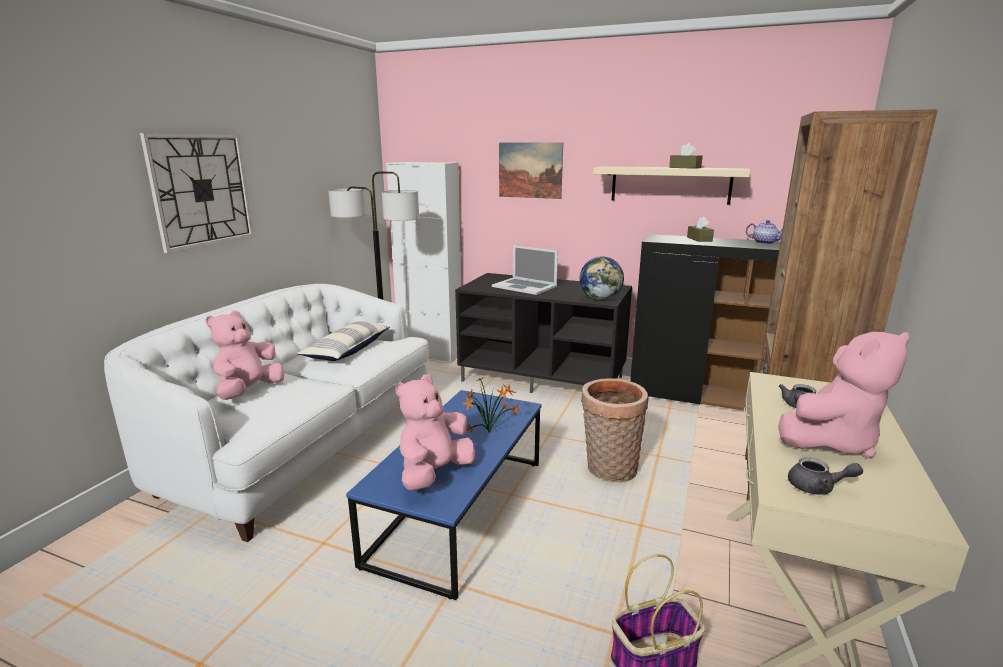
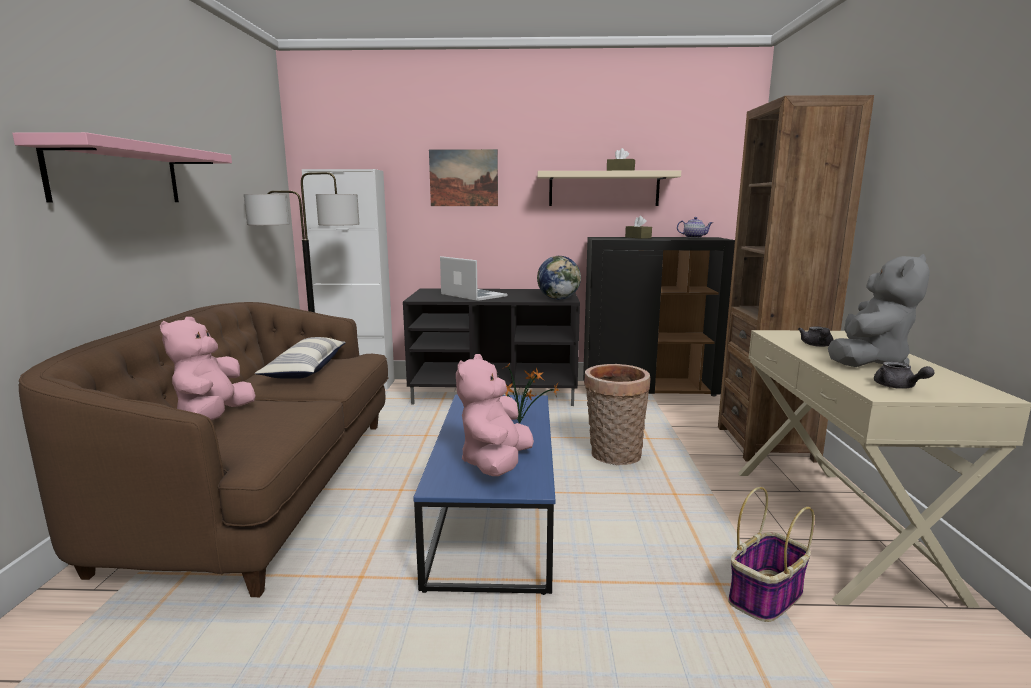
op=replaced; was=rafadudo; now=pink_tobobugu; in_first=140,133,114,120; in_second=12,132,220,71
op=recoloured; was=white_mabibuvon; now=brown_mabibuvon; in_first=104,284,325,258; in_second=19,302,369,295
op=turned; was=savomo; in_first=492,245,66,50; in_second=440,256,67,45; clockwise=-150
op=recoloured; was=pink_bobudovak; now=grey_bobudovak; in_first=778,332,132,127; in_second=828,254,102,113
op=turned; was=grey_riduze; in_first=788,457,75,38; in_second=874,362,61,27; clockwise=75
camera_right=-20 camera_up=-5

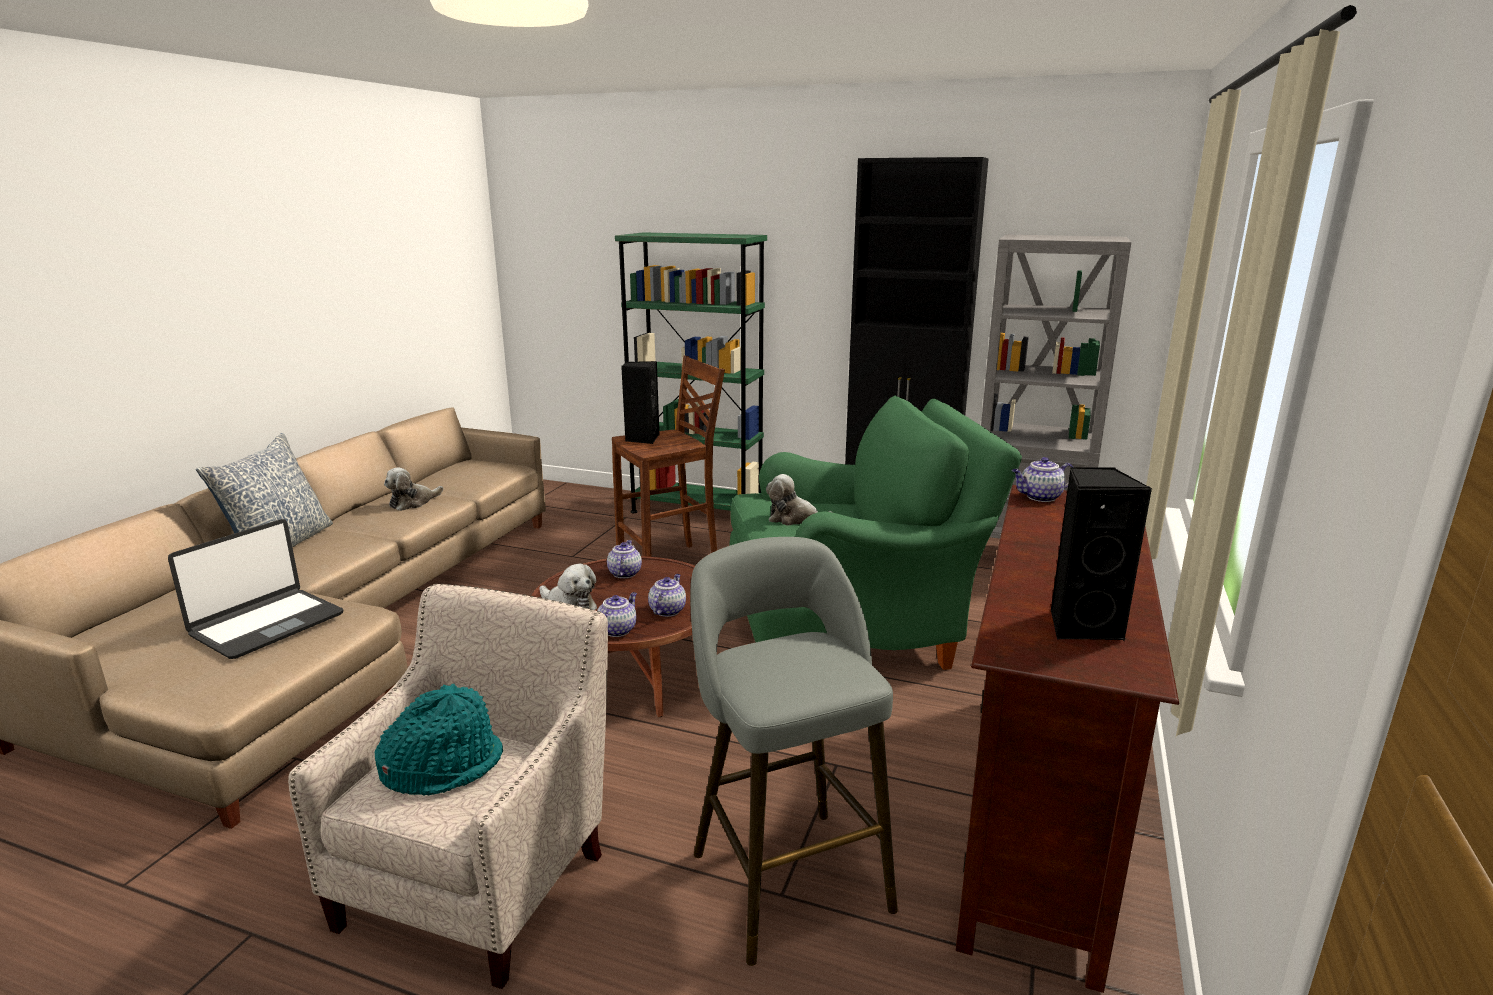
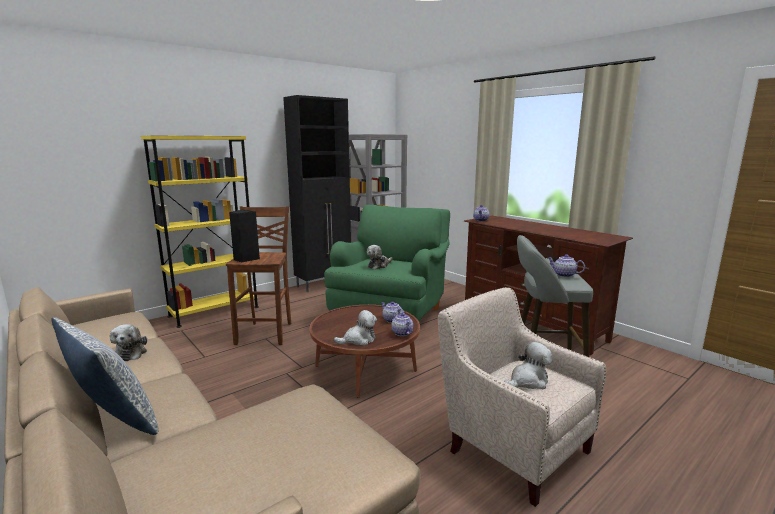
op=recoloured; was=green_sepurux; now=yellow_sepurux; in_first=615,232,152,281; in_second=141,135,118,193
op=replaced; was=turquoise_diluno; now=bobudovak; in_first=375,684,128,112; in_second=504,342,48,47
op=moved; was=riduze; in_first=607,540,35,38; in_second=548,254,37,23
op=removed; was=savomo; in_first=168,519,175,140
op=removed; was=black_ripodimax; in_first=1051,467,101,174
camera_right=-60 camera_up=-5

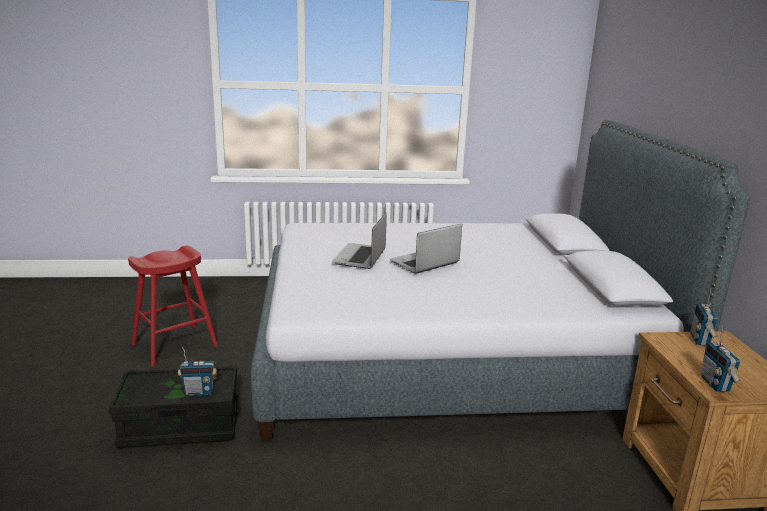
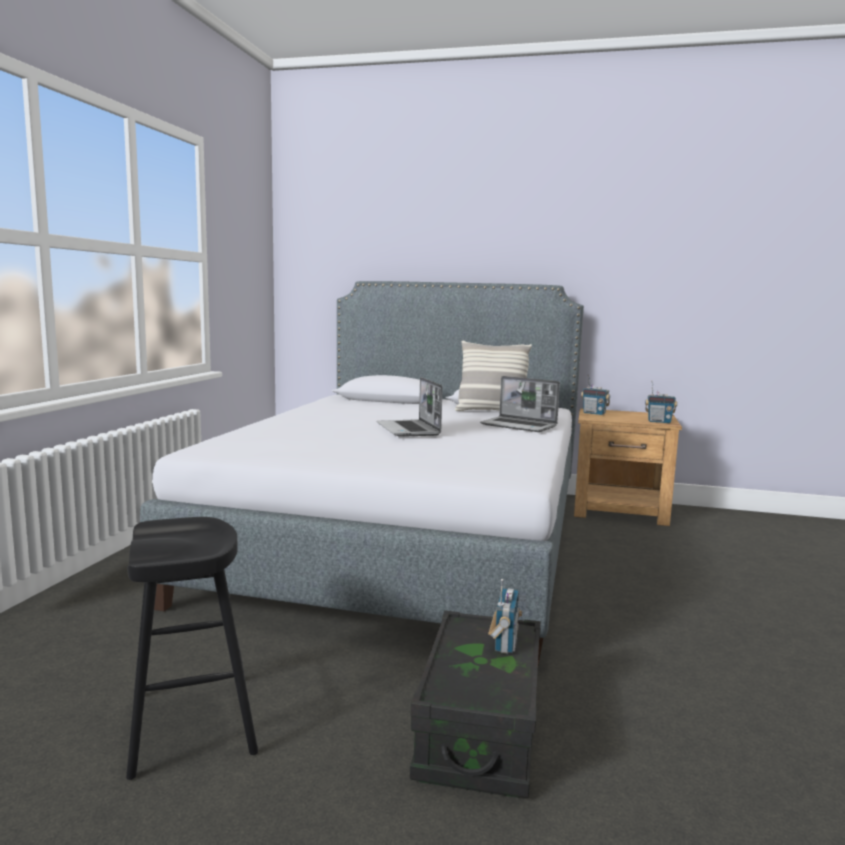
op=recoloured; was=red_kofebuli; now=black_kofebuli; in_first=128,246,90,121; in_second=126,517,132,263
op=added; now=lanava; in_second=455,341,77,70
op=moved; was=savomo; in_first=332,212,55,57; in_second=480,376,80,56
camera_right=-70 camera_up=-10

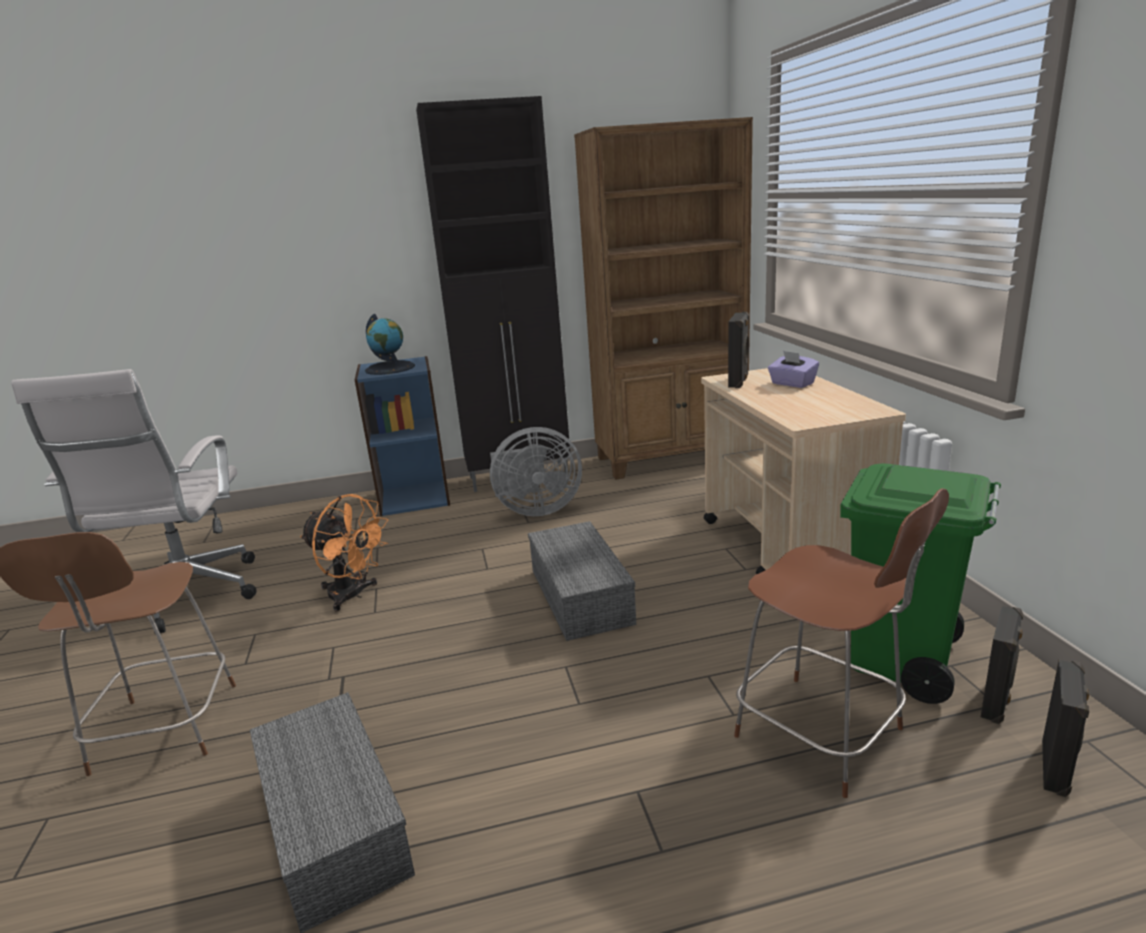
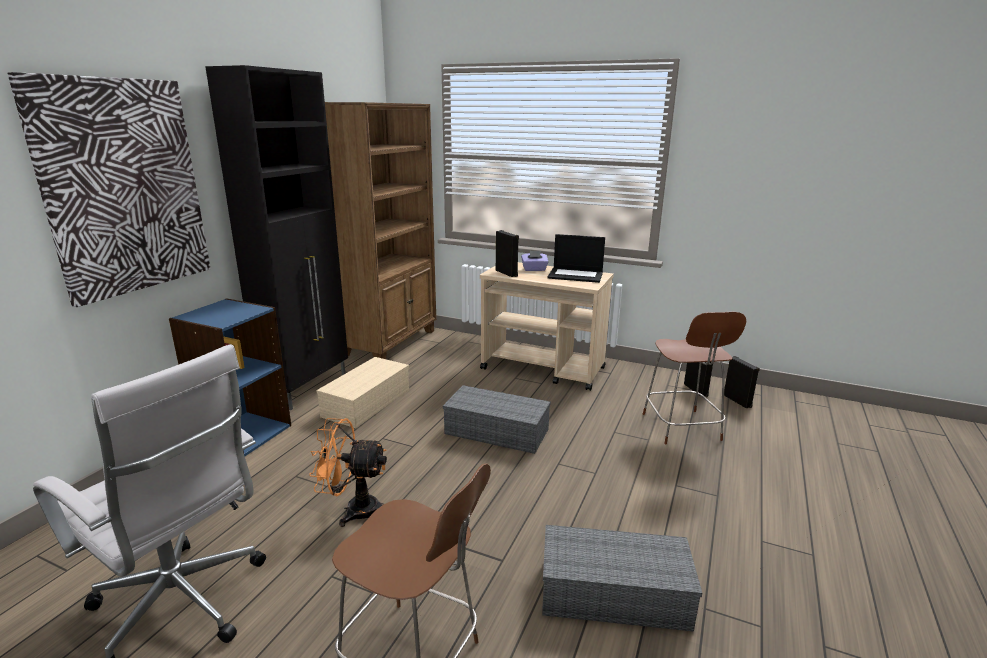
op=added; now=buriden; in_second=7,72,204,235
op=turned; was=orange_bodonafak; in_first=300,494,89,117; in_second=309,418,78,109; clockwise=-150
op=replaced; was=grey_bodonafak; now=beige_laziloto; in_first=490,427,92,89; in_second=316,357,93,71
op=added; now=savomo; in_second=548,234,57,49
op=turned; was=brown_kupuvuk; in_first=734,488,215,310; in_second=643,312,103,132; clockwise=90
op=removed; was=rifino; in_first=365,314,50,61
op=removed; was=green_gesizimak; in_first=840,463,161,241
camera_right=-55 camera_up=0

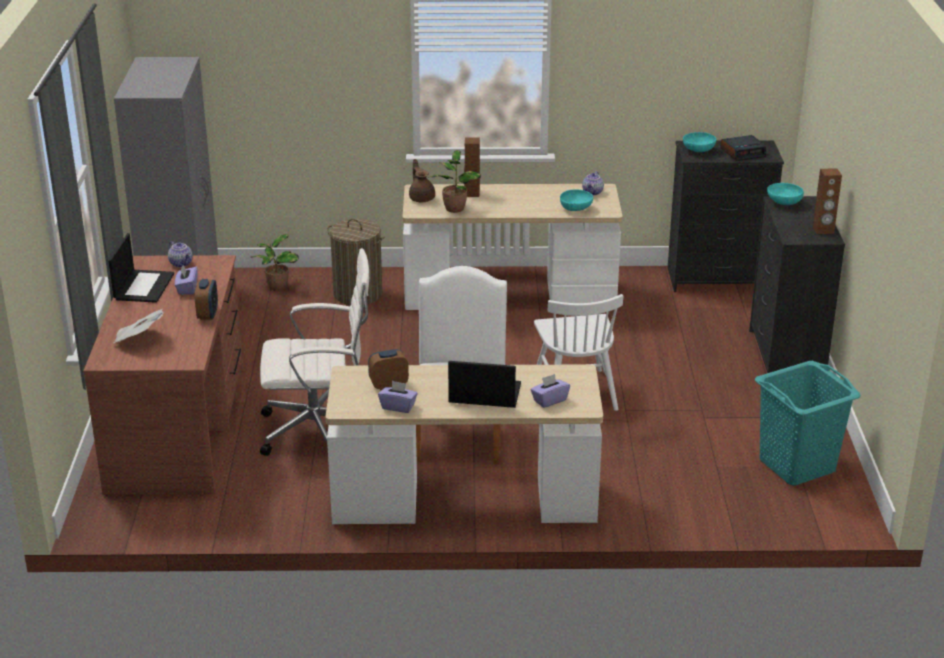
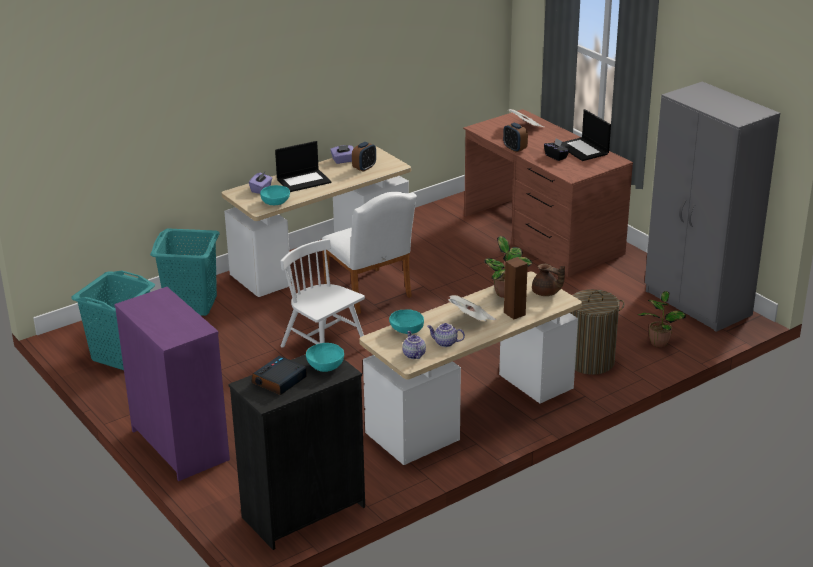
op=recoloured; was=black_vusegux; now=purple_vusegux; in_first=749,196,96,186; in_second=114,287,116,194
op=added; now=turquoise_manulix; in_second=150,228,70,88
op=moved; was=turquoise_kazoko; in_first=767,183,37,22; in_second=260,185,30,20
op=moved; was=riduze; in_first=168,241,25,26; in_second=427,323,38,24
op=added; now=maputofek; in_second=448,295,48,27
op=recoloured; was=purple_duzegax; now=black_duzegax; in_first=175,265,22,30; in_second=544,138,26,23
op=removed; was=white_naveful; in_first=260,248,109,208
op=removed; was=brown_ripodimax; in_first=813,168,29,66
camera_right=145 camera_up=0

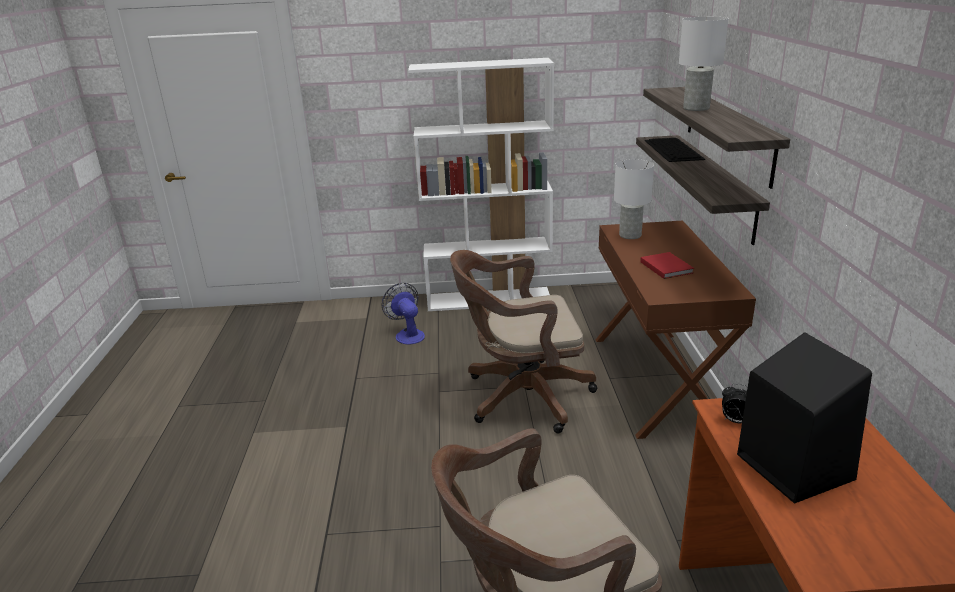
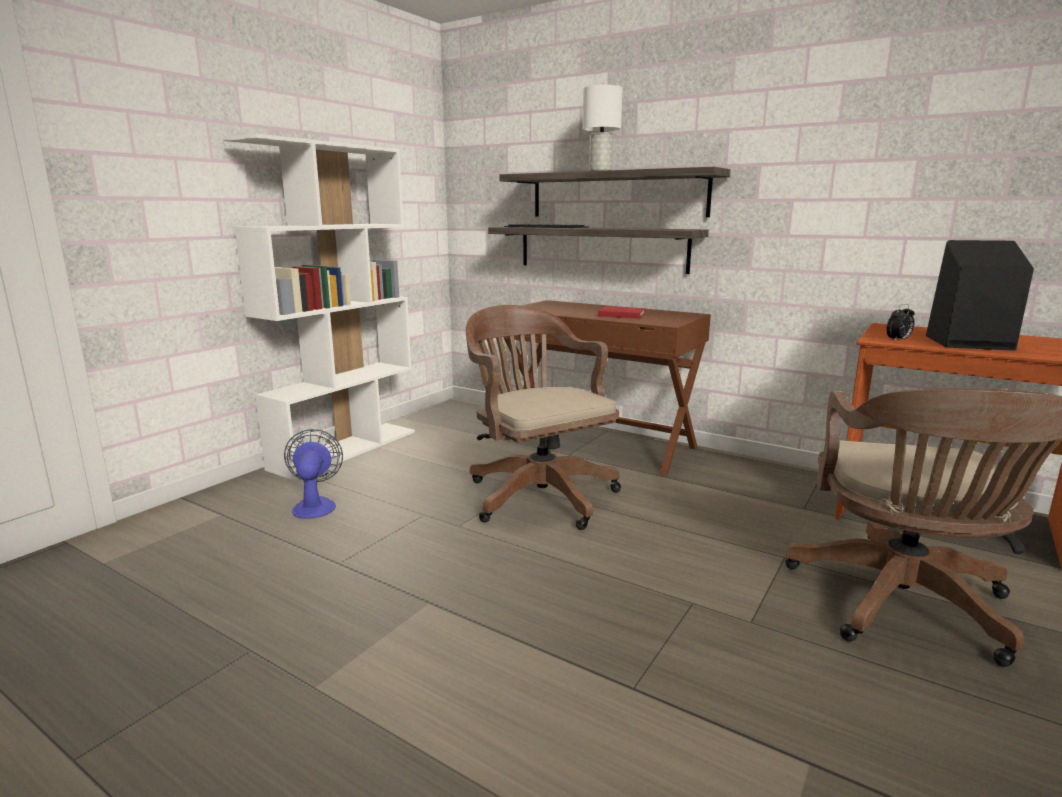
op=turned; was=bodonafak; in_first=382,283,43,62; in_second=284,429,59,90; clockwise=75
op=turned; was=brown_naveful; in_first=450,250,147,184; in_second=466,305,155,225; clockwise=120
op=removed; was=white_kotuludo; in_first=614,159,40,80
camera_right=-55 camera_up=-10

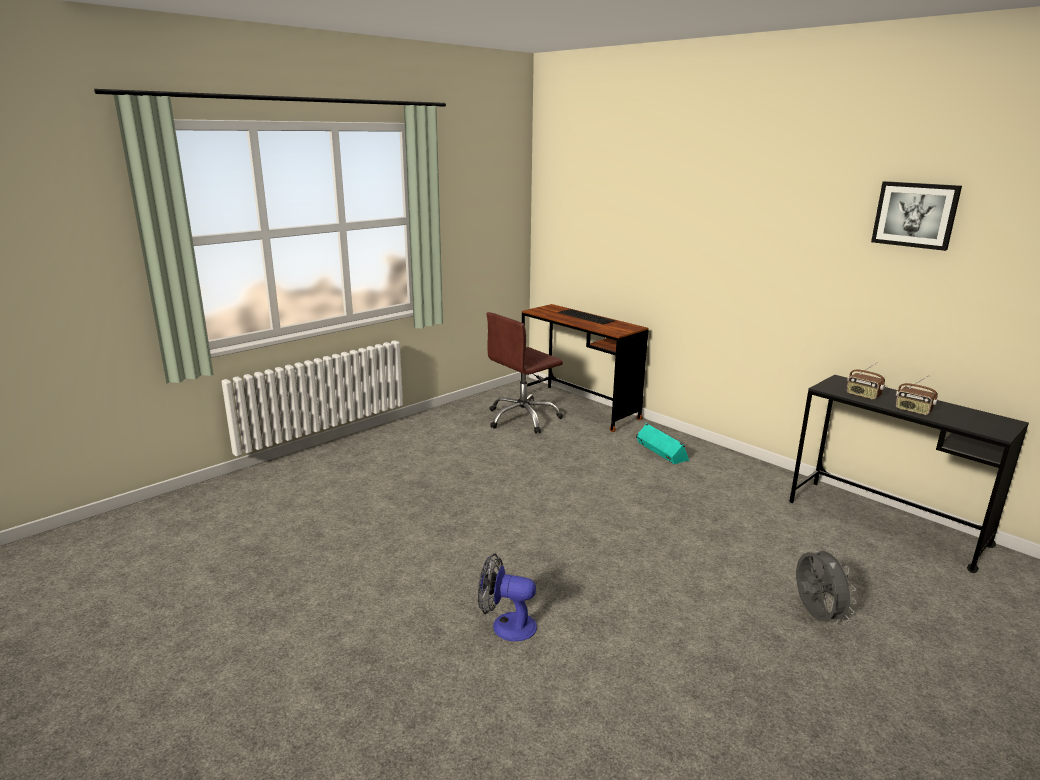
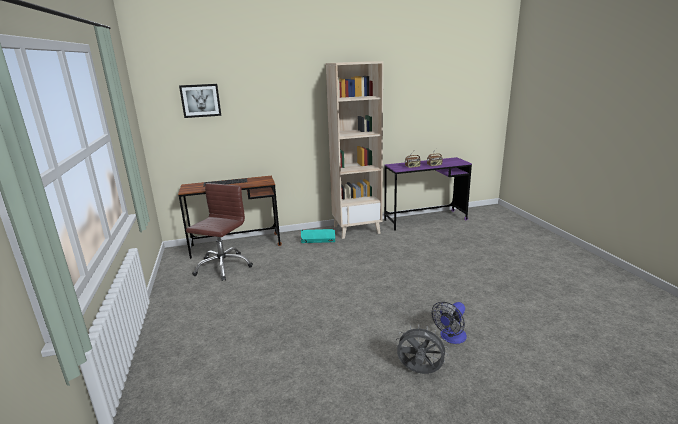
op=moved; was=buriden; in_first=871,181,91,70; in_second=179,84,42,34
op=turned; was=brown_naveful; in_first=487,312,76,121; in_second=186,183,67,98; clockwise=-150
op=added; now=beige_sepurux; in_second=326,61,57,178
op=recoloured; was=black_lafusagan; now=purple_lafusagan; in_first=789,375,240,198; in_second=384,157,88,74
op=moved; was=grey_bodonafak; in_first=796,546,61,78; in_second=396,325,53,49
camera_right=-60 camera_up=0

